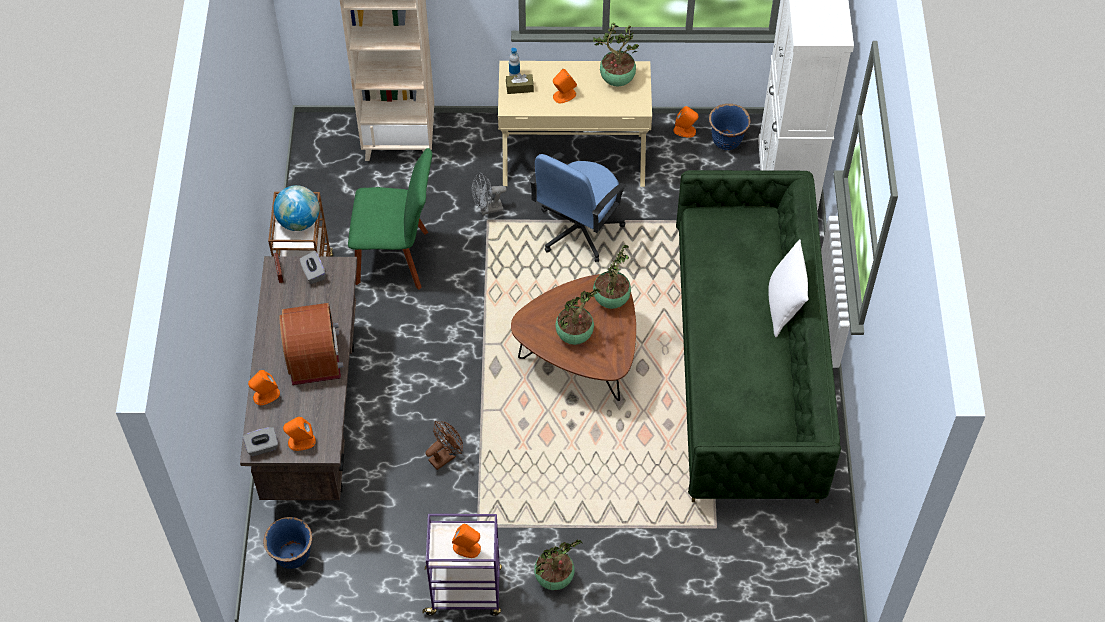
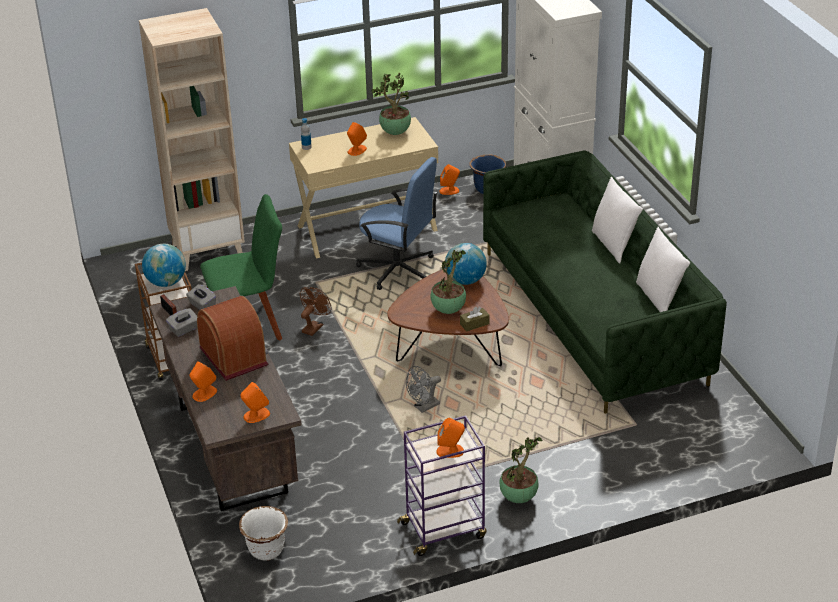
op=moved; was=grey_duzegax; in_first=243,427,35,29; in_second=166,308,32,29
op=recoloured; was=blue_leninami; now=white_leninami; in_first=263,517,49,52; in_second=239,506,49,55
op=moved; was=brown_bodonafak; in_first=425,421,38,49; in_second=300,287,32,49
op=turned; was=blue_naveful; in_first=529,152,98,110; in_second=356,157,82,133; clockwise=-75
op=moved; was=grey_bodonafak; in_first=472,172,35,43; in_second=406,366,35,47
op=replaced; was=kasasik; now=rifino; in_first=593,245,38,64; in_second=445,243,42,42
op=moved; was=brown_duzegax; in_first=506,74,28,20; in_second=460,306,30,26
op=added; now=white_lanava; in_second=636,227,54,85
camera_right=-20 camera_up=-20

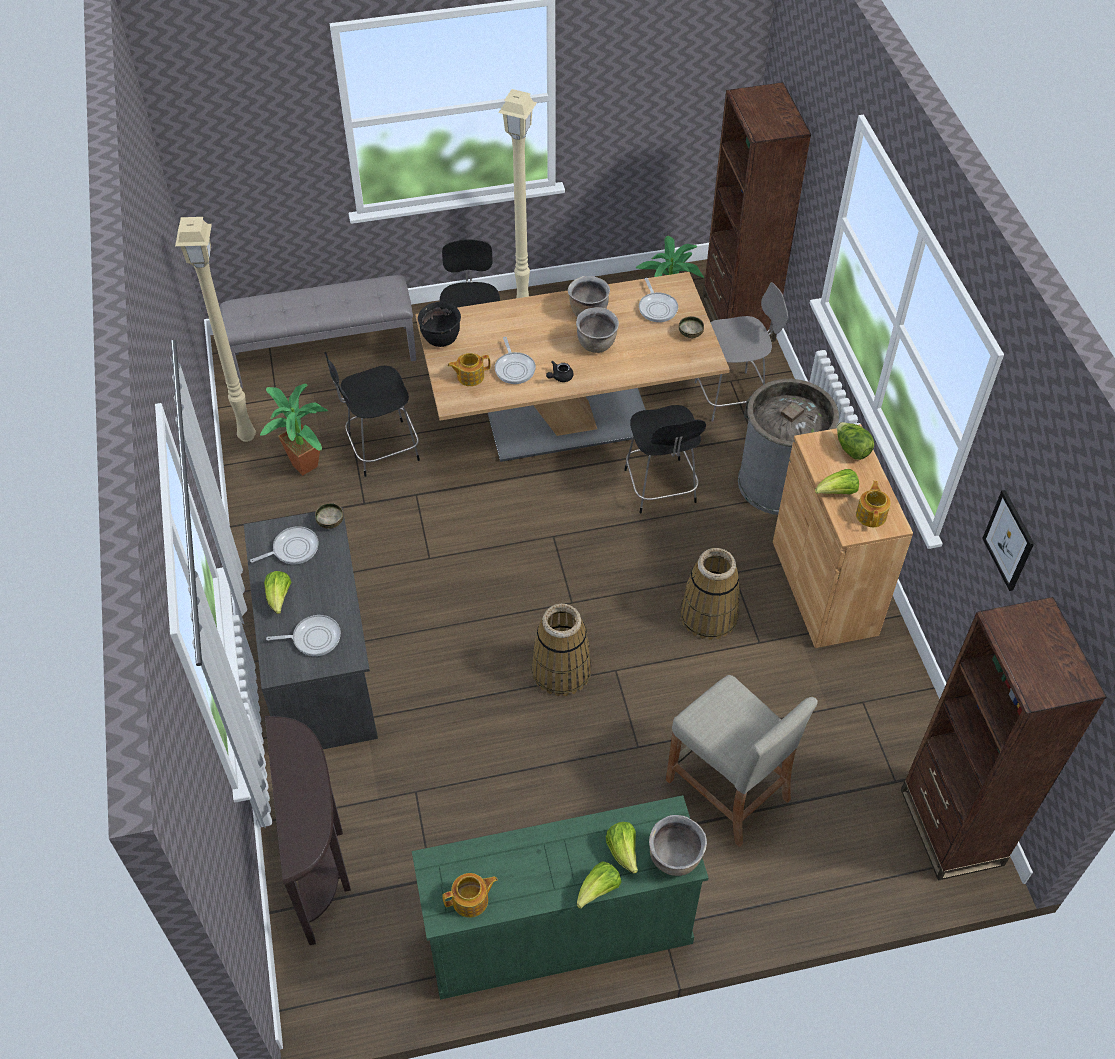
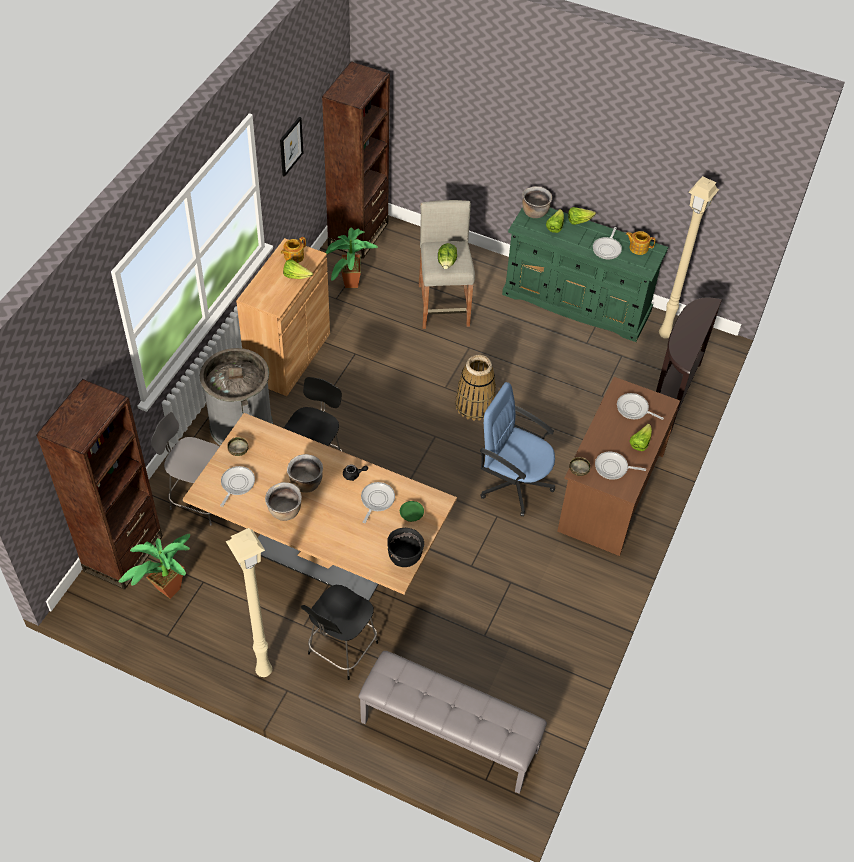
op=moved; was=kasasik; in_first=260,384,68,92; in_second=325,228,53,60
op=replaced; was=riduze; now=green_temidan; in_first=448,353,42,33; in_second=400,501,24,21
op=moved; was=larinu; in_first=837,422,37,38; in_second=438,243,19,26
op=added; now=blue_naveful; in_second=480,382,75,135
op=recoloured; was=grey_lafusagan; now=brown_lafusagan; in_first=244,507,134,242; in_second=557,377,123,179
op=added; now=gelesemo; in_second=593,227,29,33
op=moved; was=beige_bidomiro; in_first=175,217,81,225; in_second=659,176,60,163
op=removed; was=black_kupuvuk; in_first=324,352,96,125
op=removed; was=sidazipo; in_first=680,548,60,92
camera_right=-145 camera_up=0

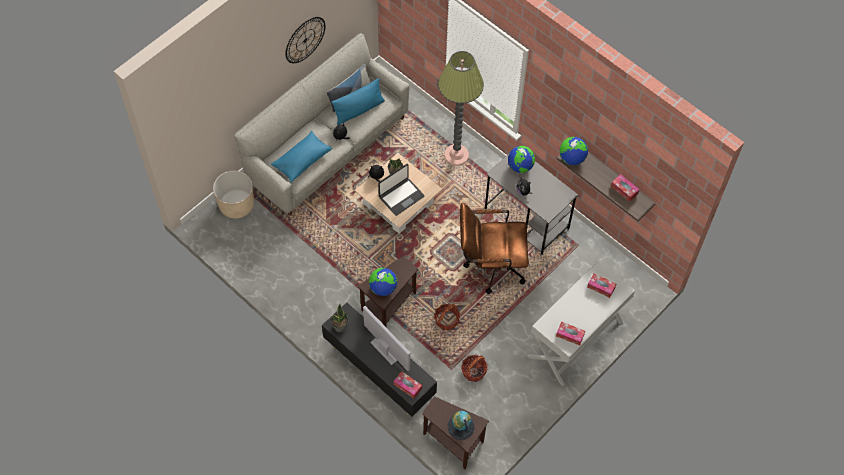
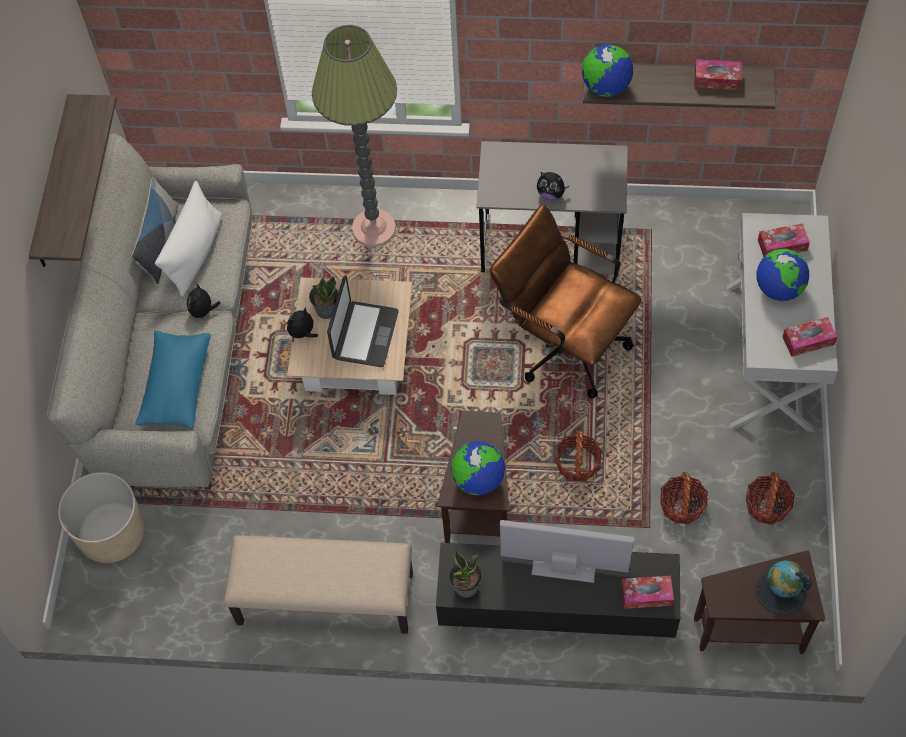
op=replaced; was=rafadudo; now=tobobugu; in_first=285,17,40,46; in_second=28,94,89,173
op=recoloured; was=blue_lanava; now=white_lanava; in_first=331,78,54,47; in_second=155,181,67,116
op=added; now=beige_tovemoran; in_second=224,535,189,99
op=turned; was=brown_naveful; in_first=460,203,69,91; in_second=490,204,152,195; clockwise=75
op=added; now=sidazipo; in_second=746,472,49,53
op=moved; was=rifino; in_first=508,146,27,27; in_second=757,249,52,52
camera_right=-35 camera_up=0

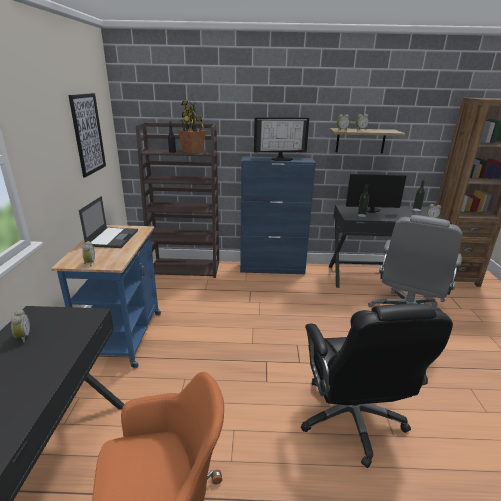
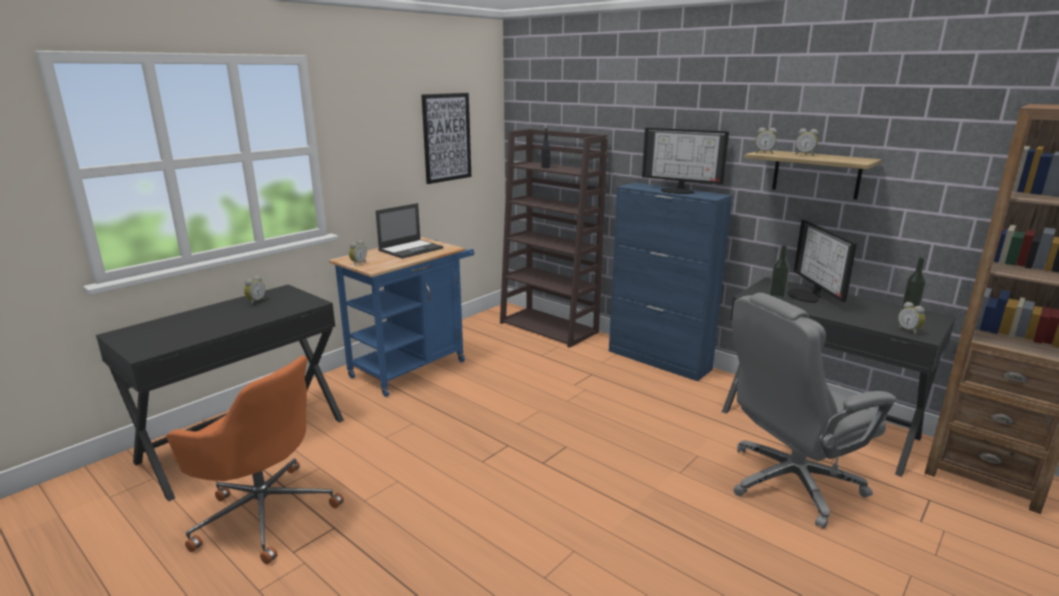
op=turned; was=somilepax; in_first=346,174,60,39; in_second=787,220,70,83; clockwise=-135
op=removed; was=kasasik; in_first=177,100,29,54
op=removed; was=black_naveful; in_first=301,303,152,165
camera_right=40 camera_up=-5

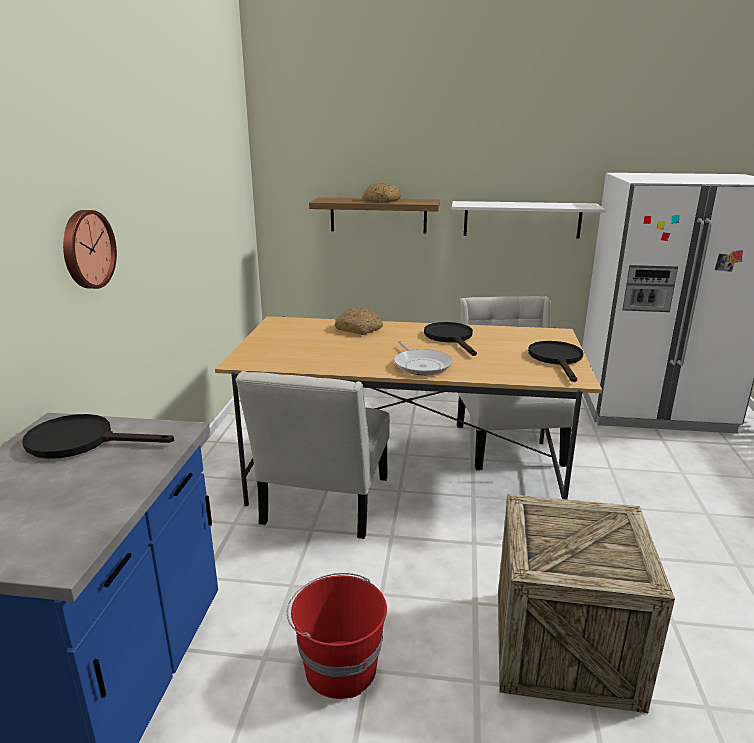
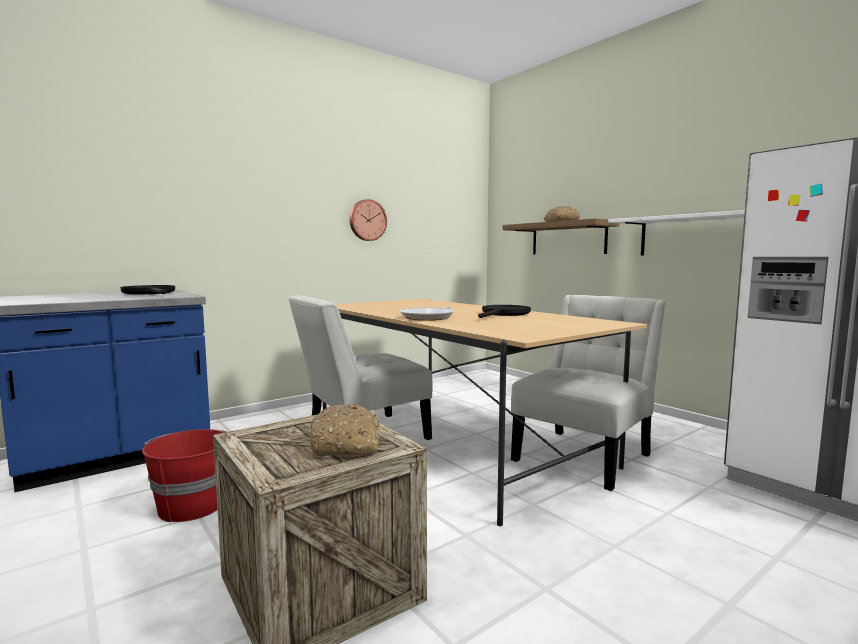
op=moved; was=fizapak; in_first=334,307,49,28; in_second=310,404,70,52
op=moved; was=rafadudo; in_first=63,210,54,79; in_second=349,199,38,42
op=removed; was=black_gelesemo; in_first=528,341,55,41
camera_right=45 camera_up=-15

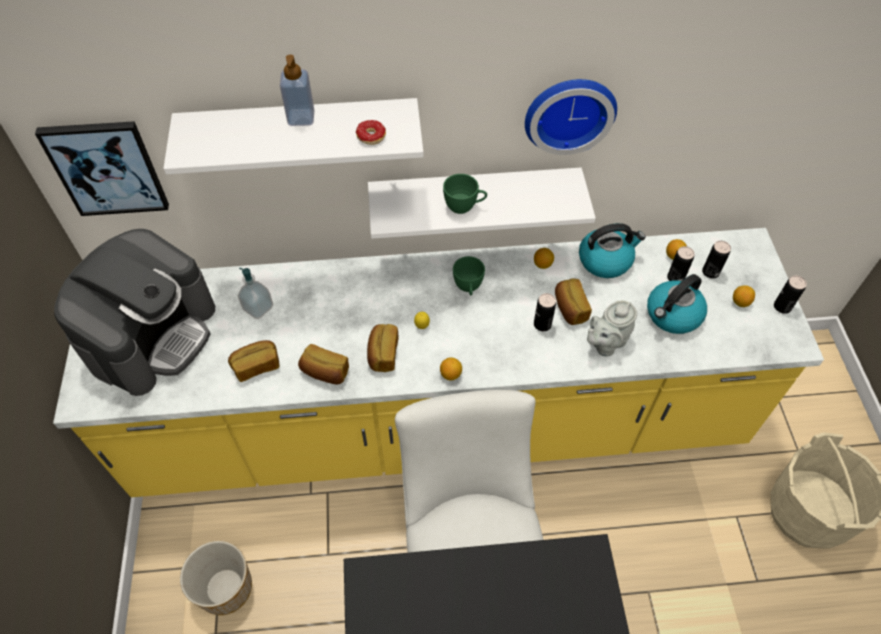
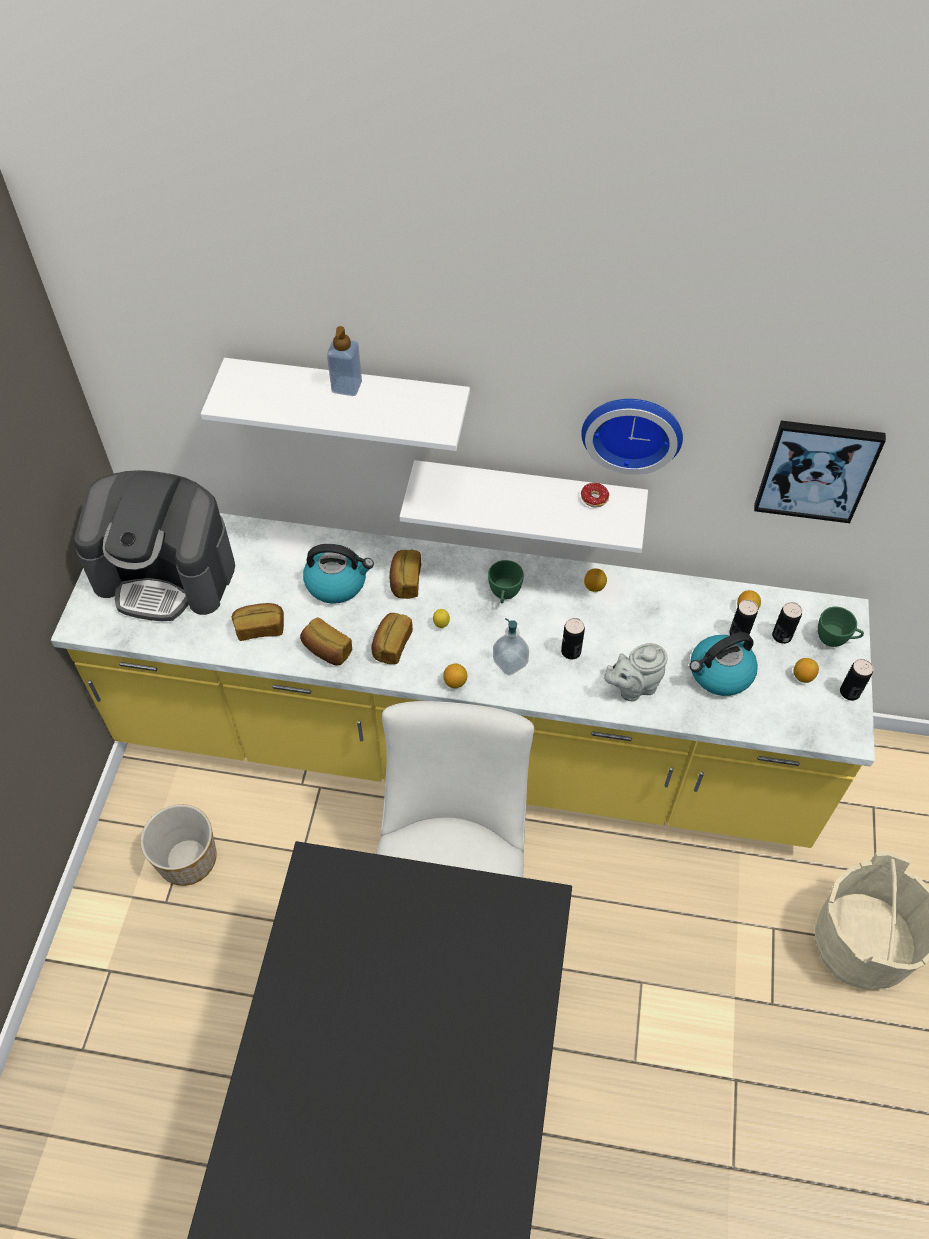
op=turned; was=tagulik; in_first=54,229,161,167; in_second=74,470,161,151; clockwise=60
op=moved; was=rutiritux; in_first=579,223,67,55; in_second=303,544,71,60
op=moved; was=fizapak; in_first=555,279,37,46; in_second=390,550,31,49
op=moved; was=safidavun; in_first=238,268,35,51; in_second=493,618,36,57
op=moved; was=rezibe; in_first=356,120,30,25; in_second=581,483,28,25
op=moved; was=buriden; in_first=35,121,134,95; in_second=754,421,132,102
op=moved; was=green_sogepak; in_first=443,174,44,40; in_second=818,607,46,40
camera_right=15 camera_up=0

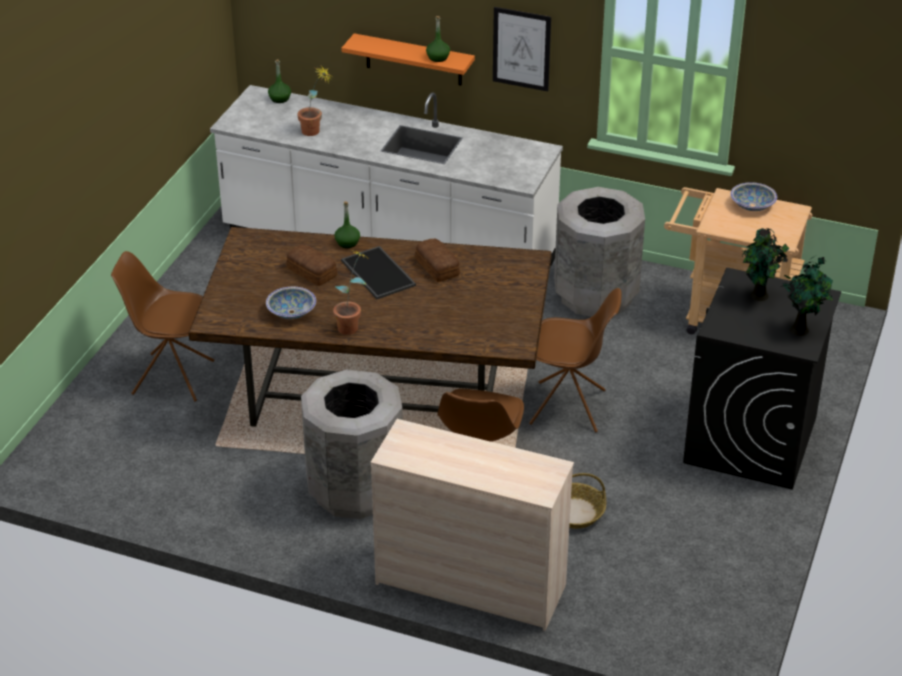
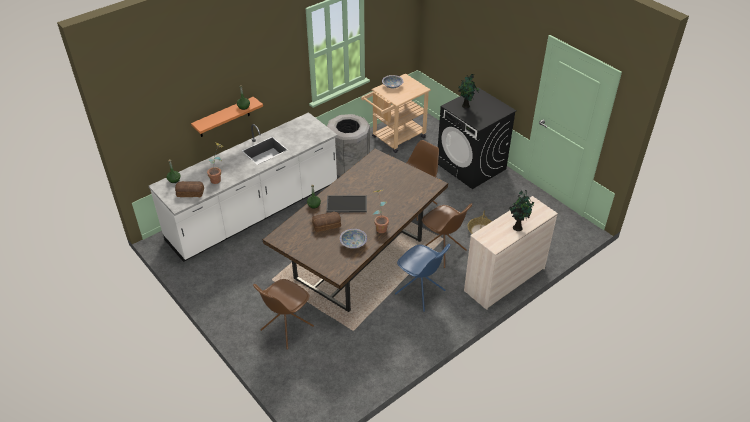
op=moved; was=fizapak; in_first=415,239,45,43; in_second=175,181,29,16
op=replaced; was=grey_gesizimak; now=blue_kupuvuk; in_first=301,370,102,149; in_second=395,244,55,68
op=moved; was=kasasik; in_first=779,256,54,80; in_second=508,191,27,40
op=removed; was=buriden; in_first=493,7,58,84
camera_right=-60 camera_up=5

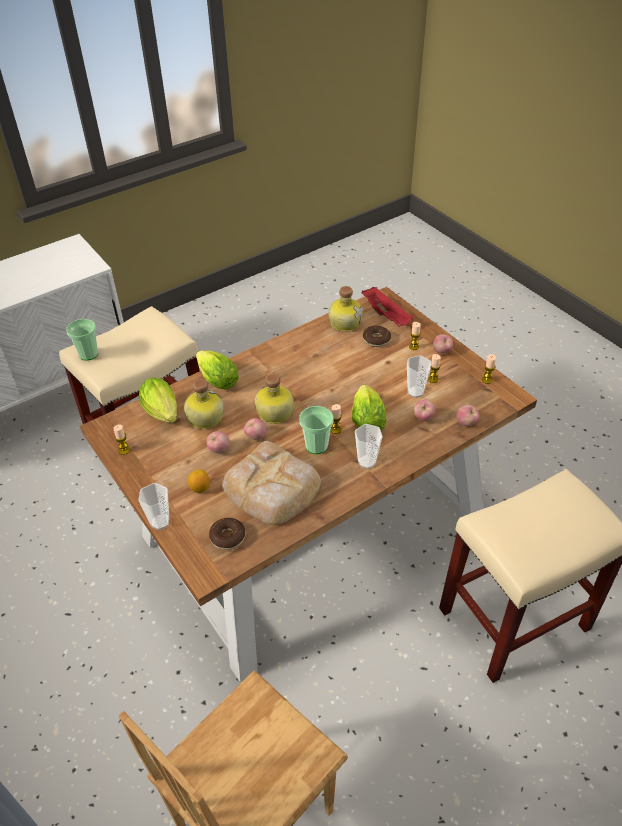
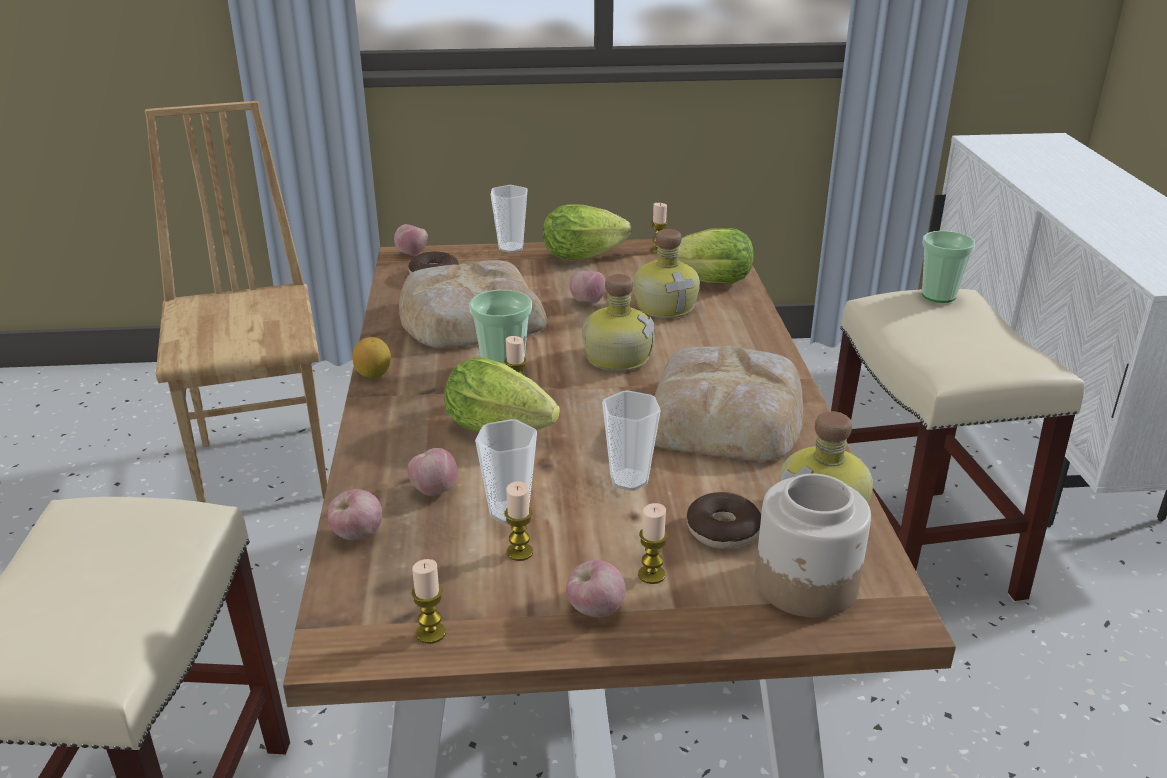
op=moved; was=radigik; in_first=188,470,22,23; in_second=352,337,39,41
op=moved; was=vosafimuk; in_first=244,418,23,22; in_second=394,224,34,31
op=moved; was=larinu; in_first=196,351,43,39; in_second=543,204,89,56
op=moved; was=sogepak; in_first=355,424,28,45; in_second=602,390,59,101
op=added; now=fizapak; in_second=654,346,149,115
op=replaced; was=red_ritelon; now=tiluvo; in_first=361,287,52,40; in_second=755,474,116,144
camera_right=120 camera_up=-15

